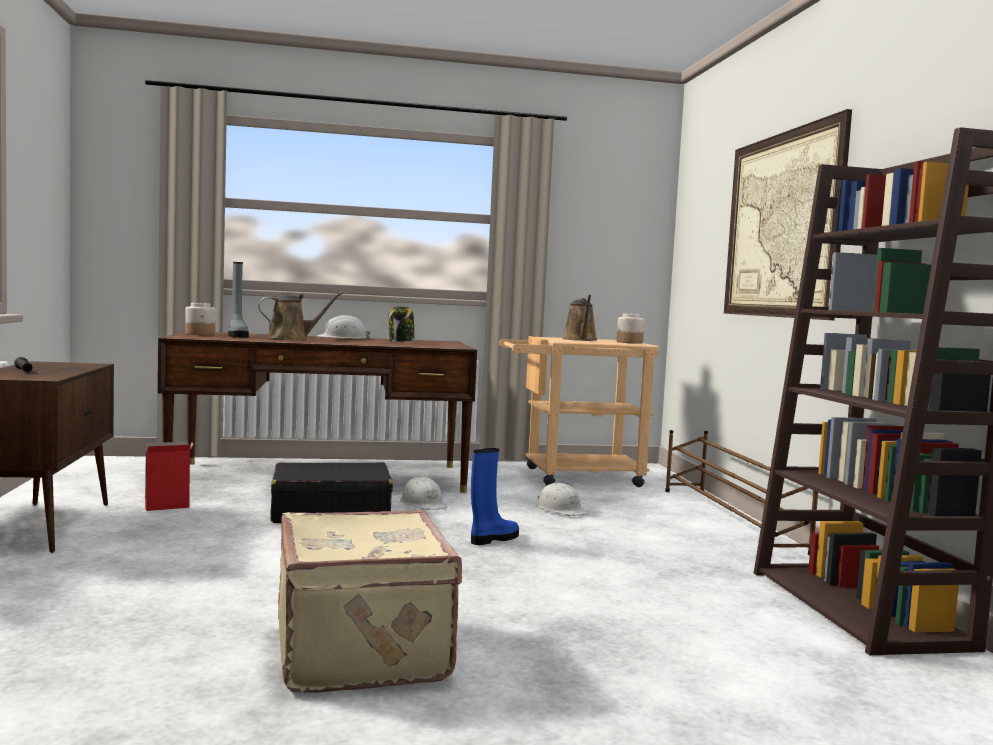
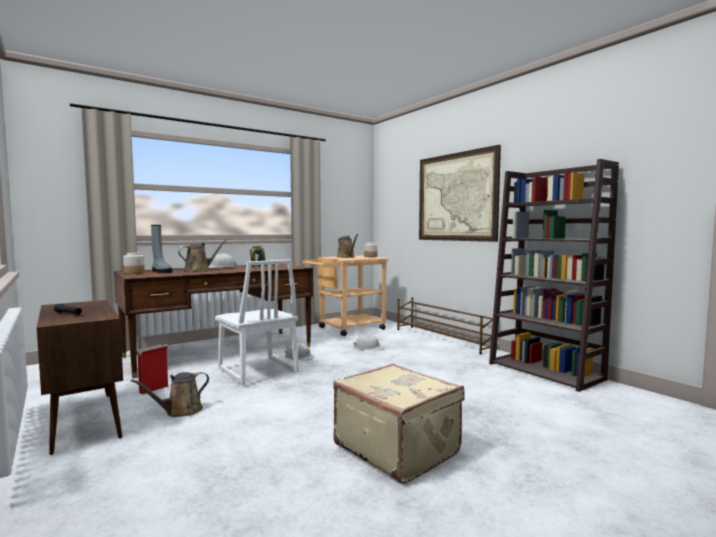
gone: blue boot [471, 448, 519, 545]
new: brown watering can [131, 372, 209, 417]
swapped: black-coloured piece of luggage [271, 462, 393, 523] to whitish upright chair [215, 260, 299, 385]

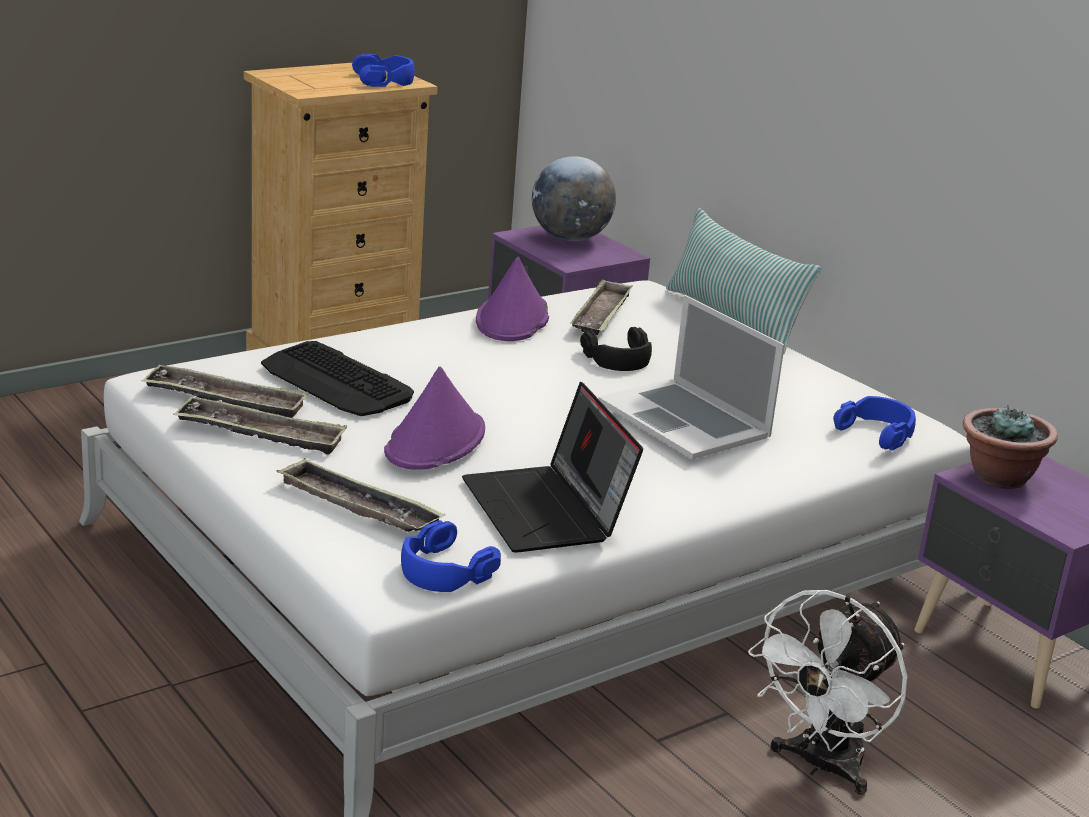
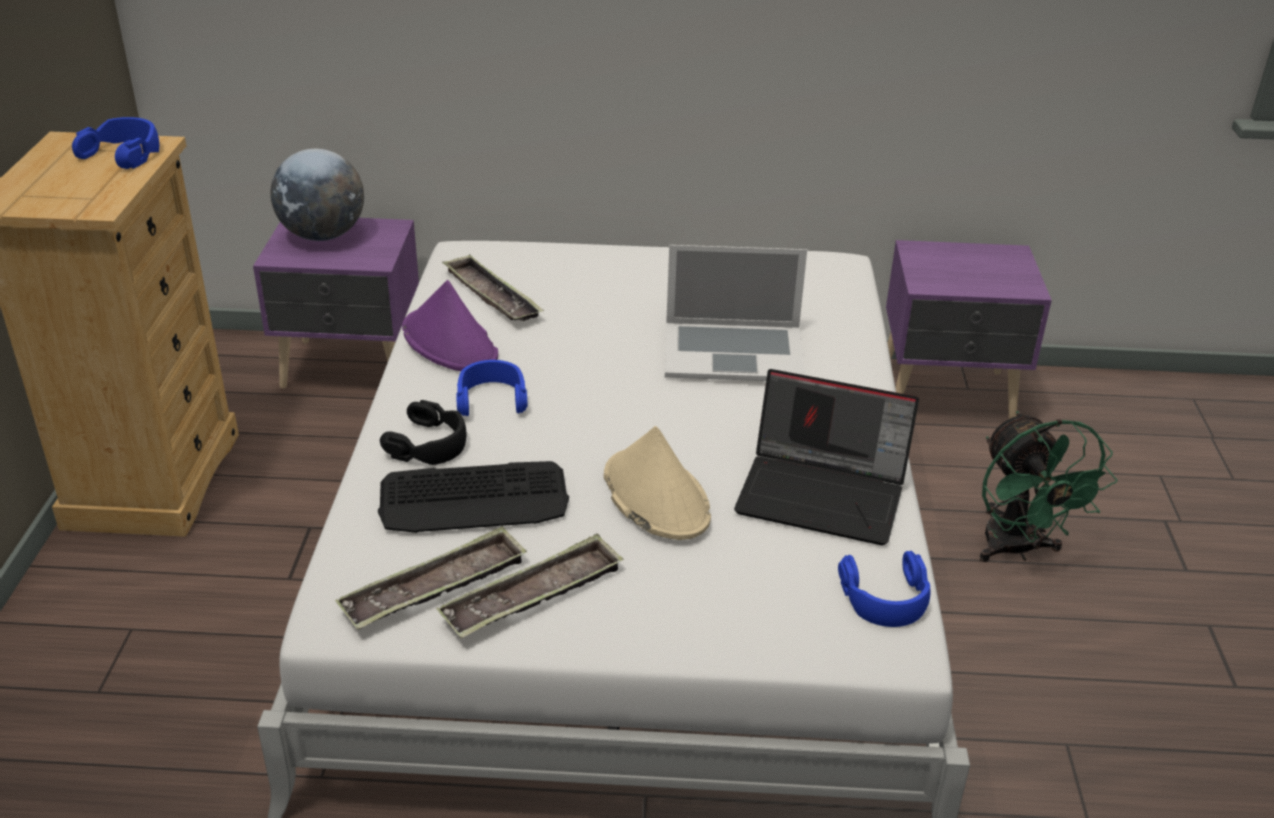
gone: cushion [666, 208, 822, 354]; houseplant [963, 405, 1058, 489]; tray [276, 458, 445, 532]
shifted: black-coloured headset [580, 327, 652, 371] to [380, 400, 466, 465]; blue headset [833, 396, 916, 450] to [456, 360, 528, 416]
repainted: purplish wearable hat [384, 367, 485, 470] to sand-coloured wearable hat [604, 426, 711, 540]; whitish electric fan [748, 590, 907, 795] to green-coloured electric fan [979, 411, 1118, 562]

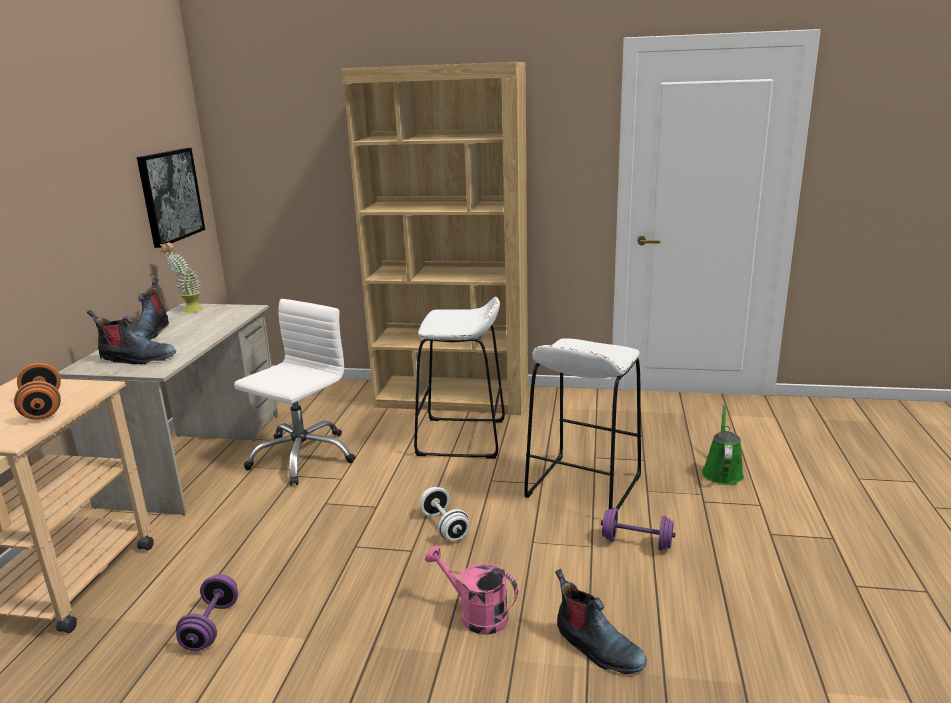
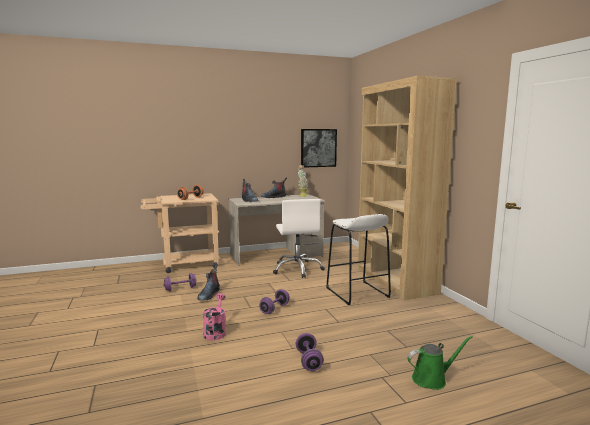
gone: whitish stool seat [524, 338, 641, 510]
shifted: boot [555, 569, 647, 675] to [197, 265, 220, 301]
repainted: whitish hand weight [420, 487, 469, 541] to purplish hand weight [259, 289, 290, 314]
rotated: whitish computer chair [234, 299, 355, 485] = [273, 199, 325, 278] 75 degrees clockwise

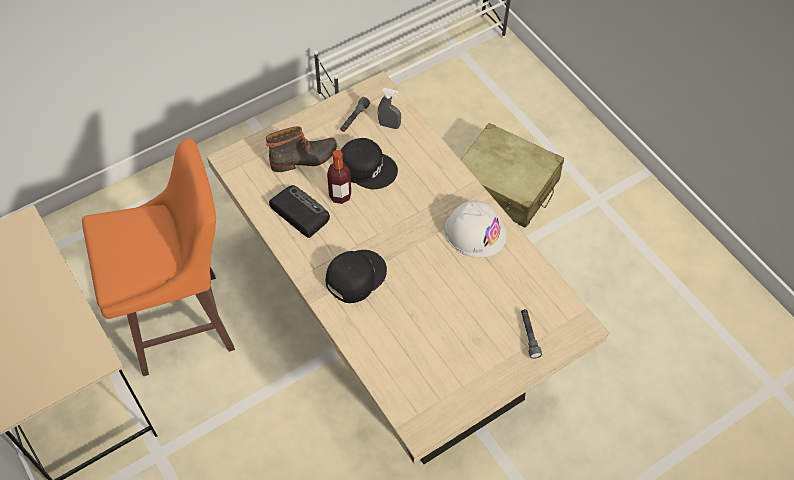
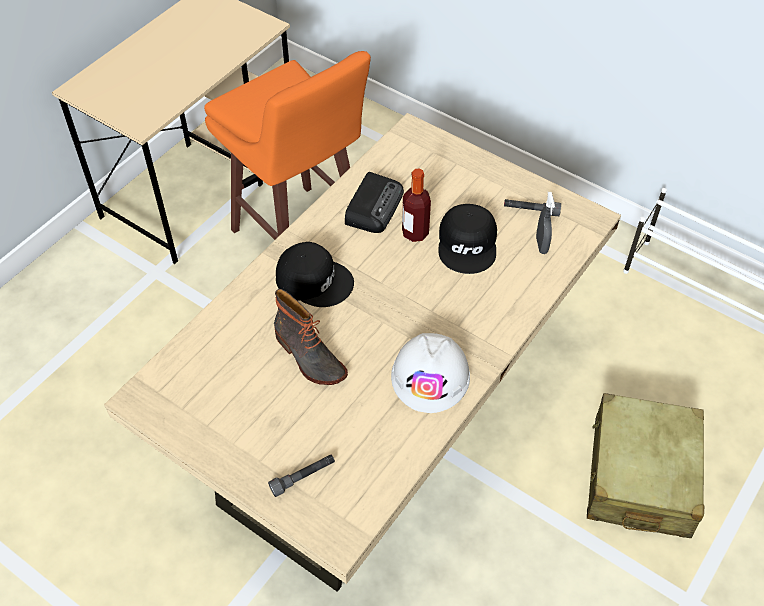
shifted: boot [266, 126, 337, 172] to [274, 289, 348, 385]

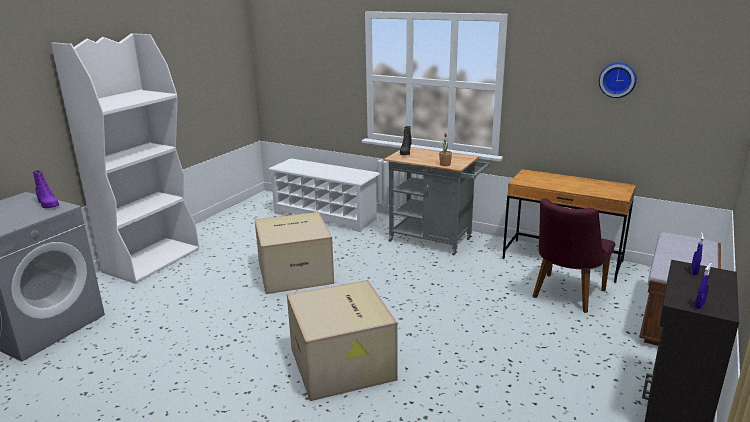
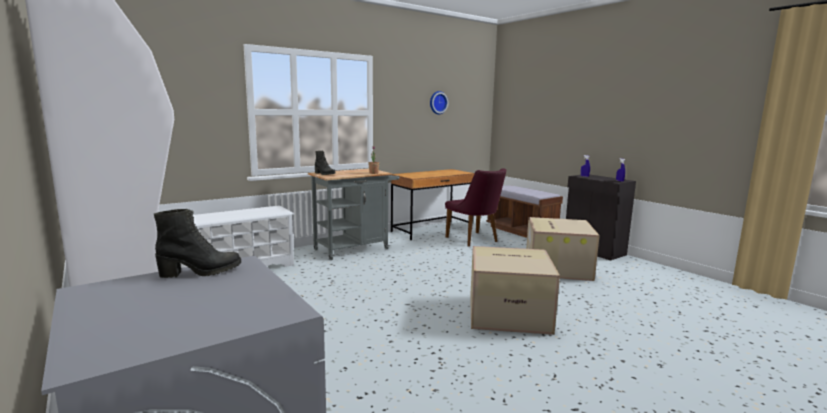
shifted: carton [255, 212, 334, 294] to [526, 217, 600, 281]
repainted: purplish boot [33, 171, 59, 208] to black-coloured boot [154, 209, 241, 278]

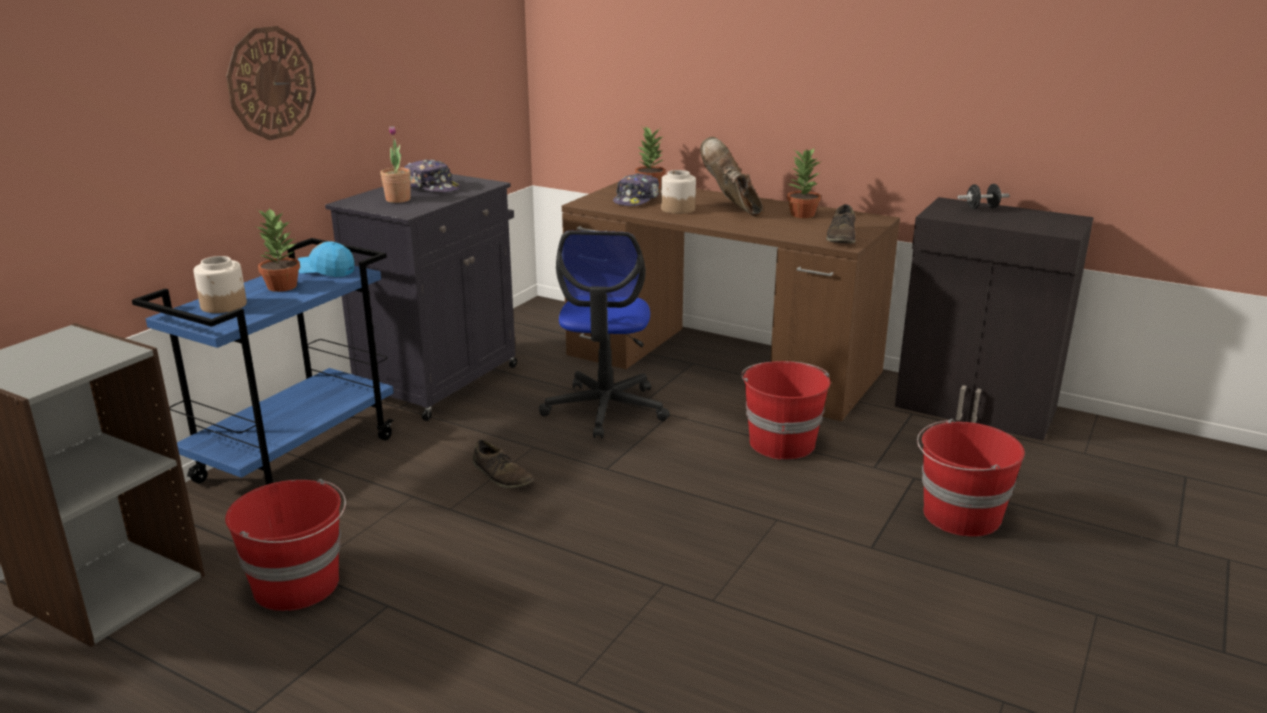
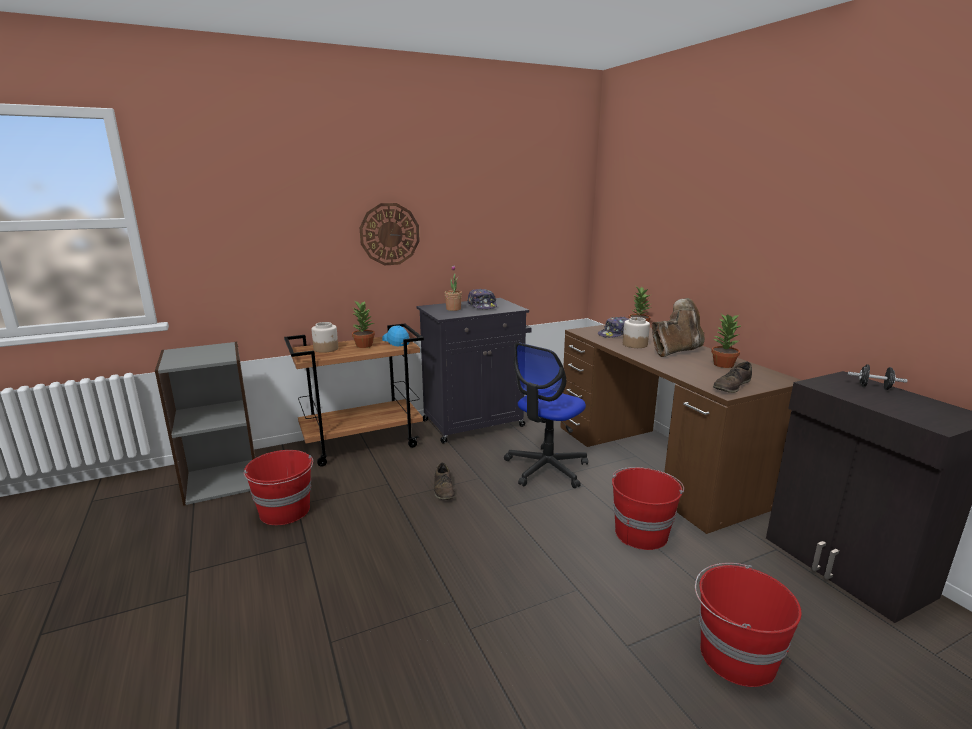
repainted: blue cart [132, 238, 394, 485] to brown cart [284, 323, 424, 467]
rotated: brown boot [700, 137, 763, 217] = [652, 298, 705, 357] 45 degrees clockwise

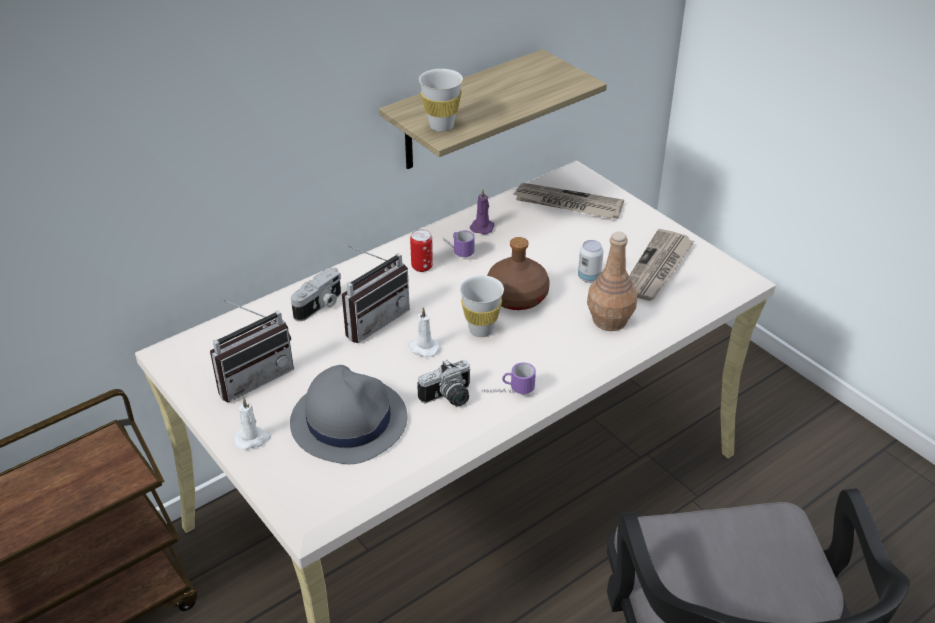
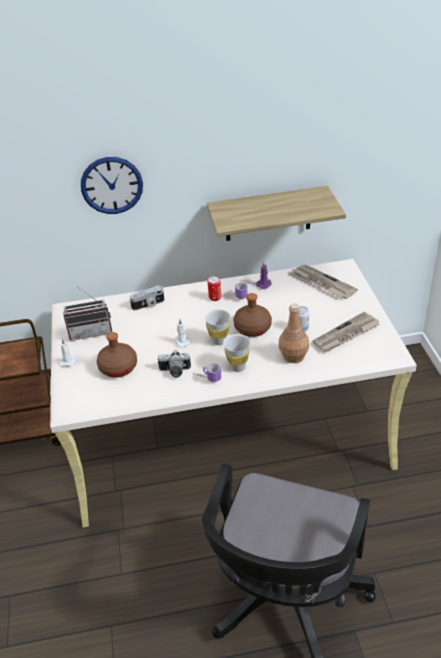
gone: radio receiver [342, 245, 410, 343]
new: hanging clock [81, 157, 143, 214]
shifted: whitish cup [419, 69, 463, 132] to [223, 334, 250, 372]
swapped: gray wearable hat [290, 365, 407, 464] to brown drink bottle [97, 332, 137, 378]

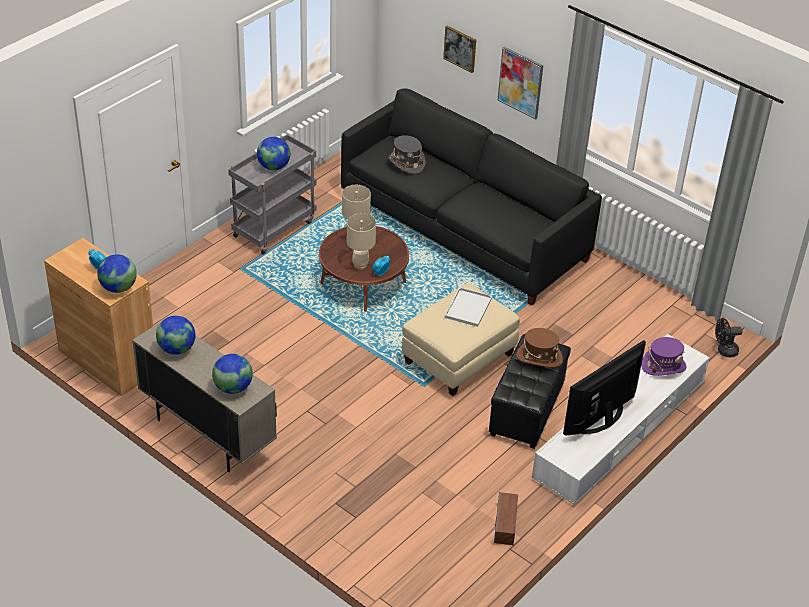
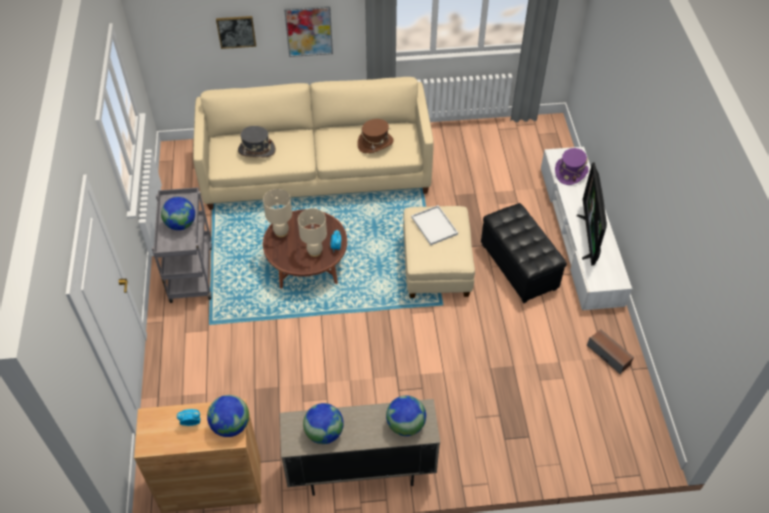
gone: black-coloured electric fan [715, 318, 742, 357]
shifted: brown wearable hat [516, 328, 563, 368] to [357, 119, 394, 153]
repainted: black-coloured sofa [341, 89, 602, 306] to sand-coloured sofa [193, 77, 434, 210]

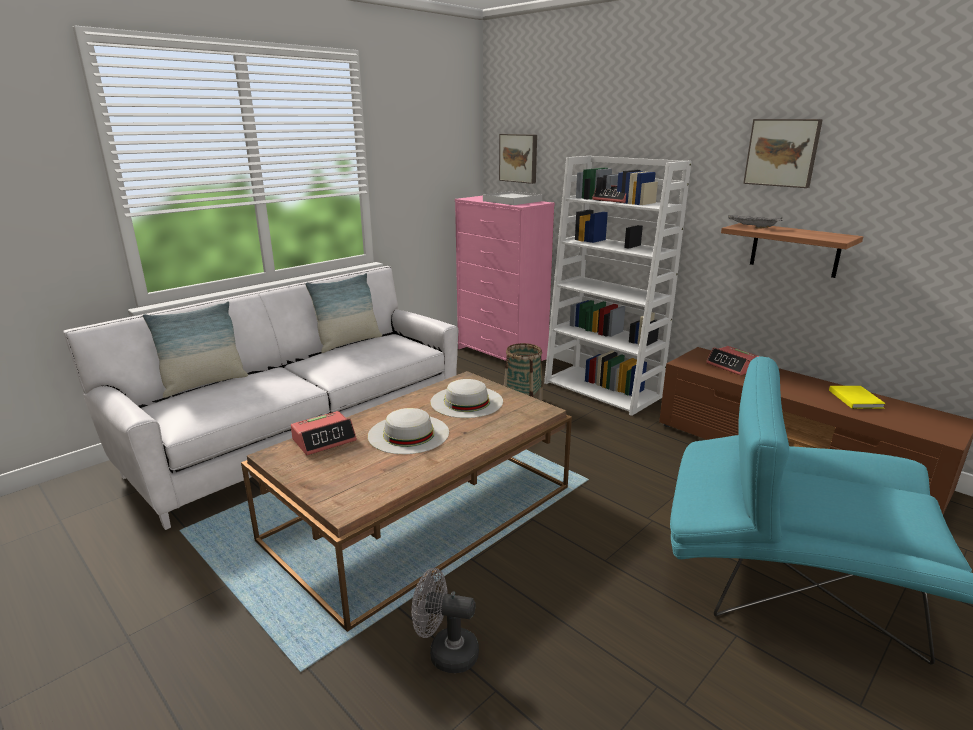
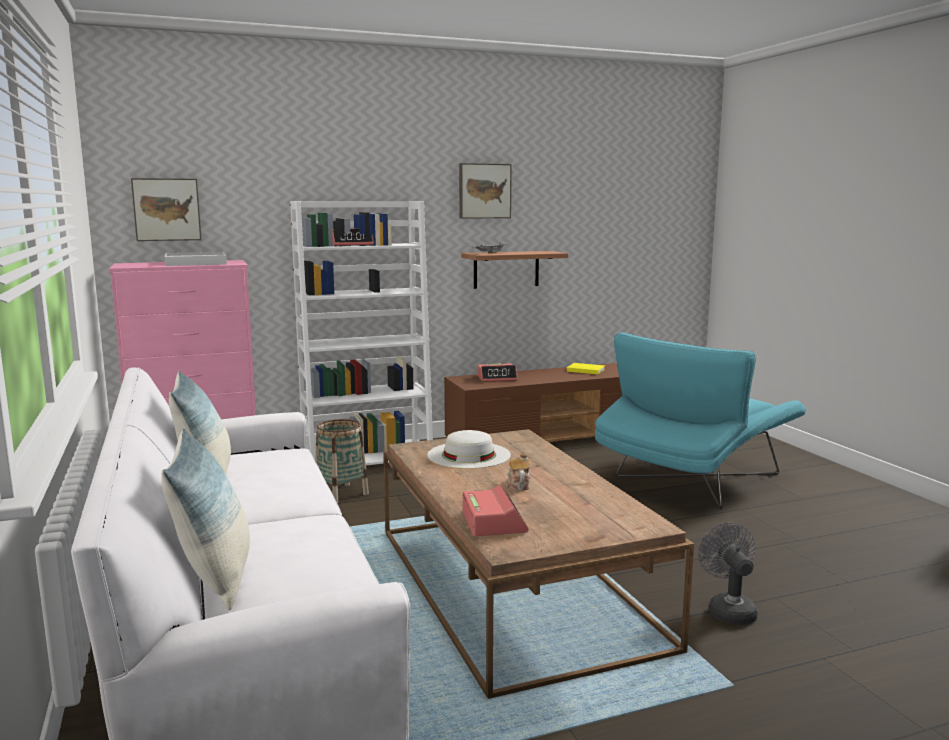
swapped: whitish wearable hat [368, 408, 449, 454] to tea pot [506, 452, 530, 491]
rotated: gray electric fan [411, 568, 479, 673] = [698, 522, 758, 625] 135 degrees clockwise

